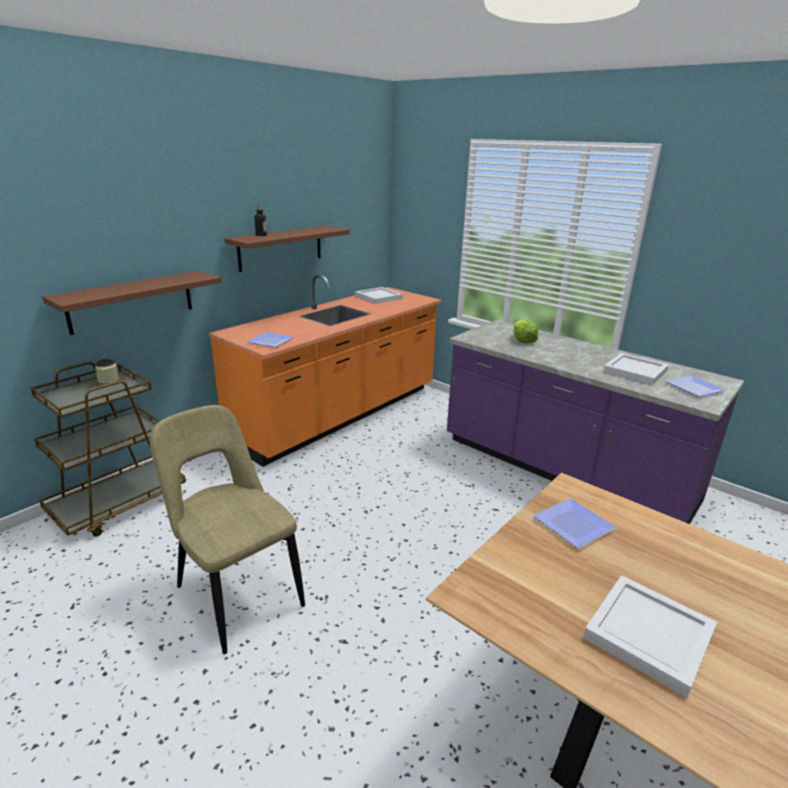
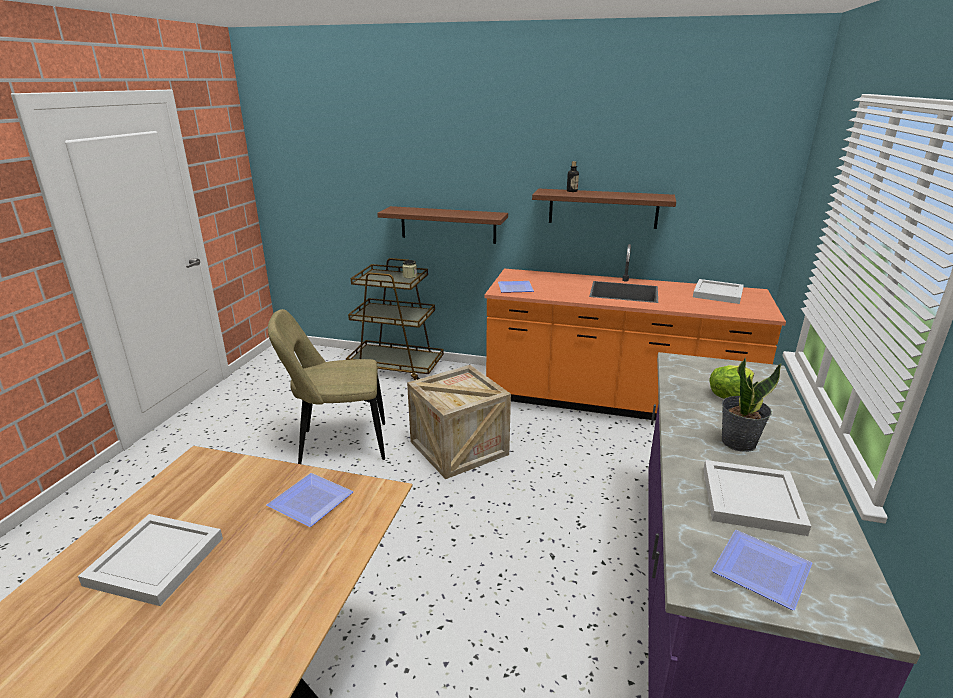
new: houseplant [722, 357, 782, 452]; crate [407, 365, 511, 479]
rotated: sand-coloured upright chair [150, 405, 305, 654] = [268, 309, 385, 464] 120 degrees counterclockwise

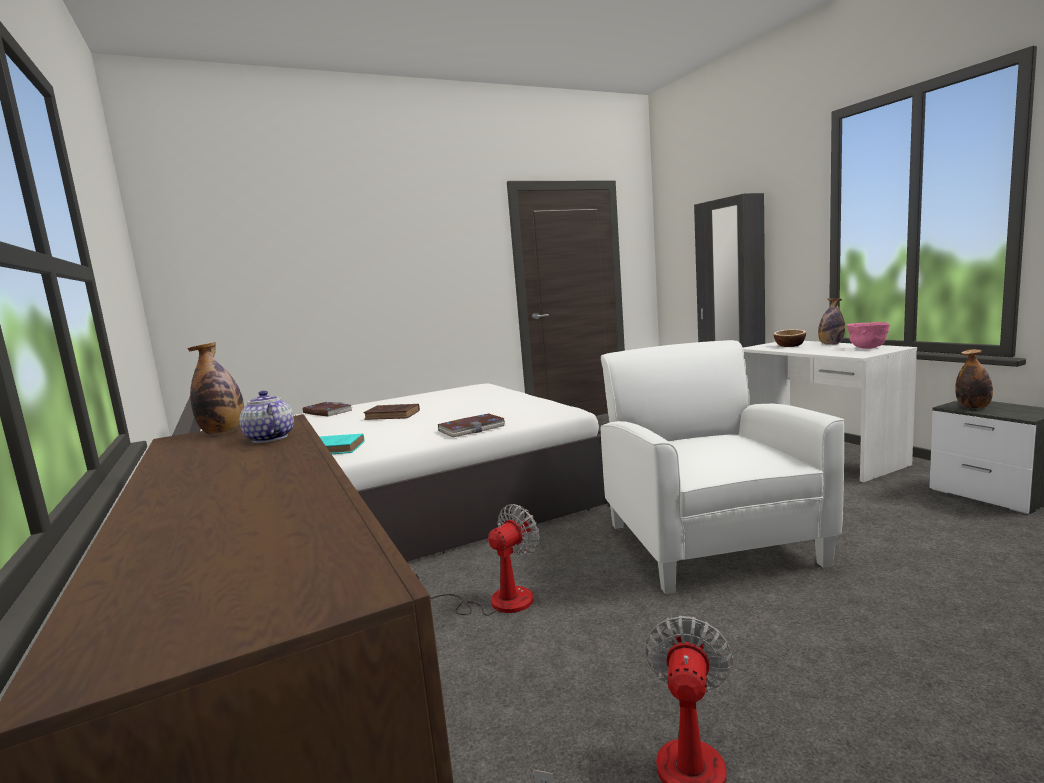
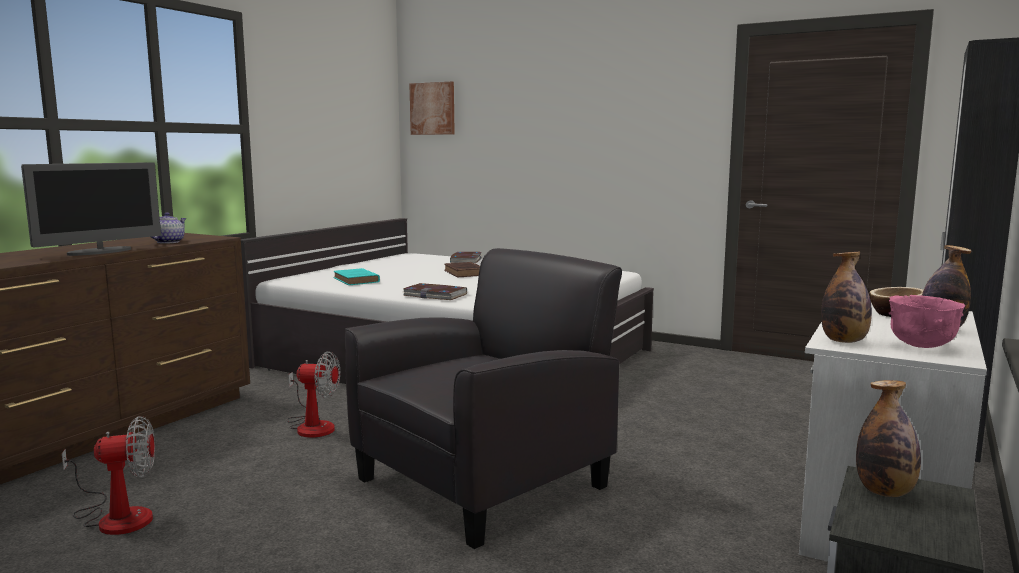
new: wall art [409, 81, 455, 135]; computer screen [21, 162, 161, 256]
shifted: drink bottle [188, 342, 244, 435] to [821, 252, 872, 343]
repainted: whitish armchair [601, 340, 844, 594] to black-coloured armchair [345, 248, 622, 549]

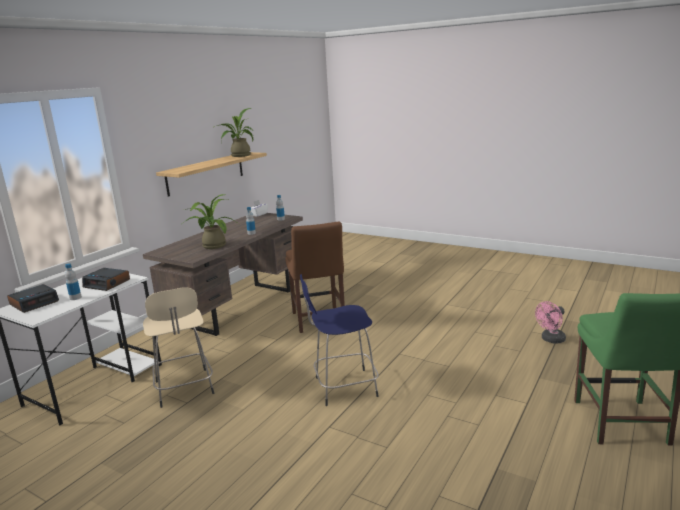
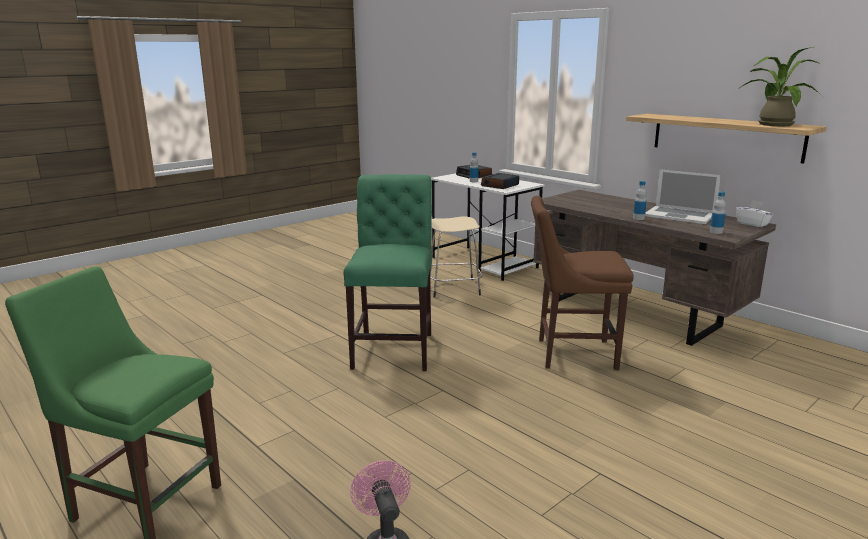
gone: houseplant [183, 194, 239, 249]
new: portable computer [645, 169, 721, 224]
swapped: blue stool seat [300, 274, 379, 406] to green-coloured upright chair [344, 174, 432, 371]

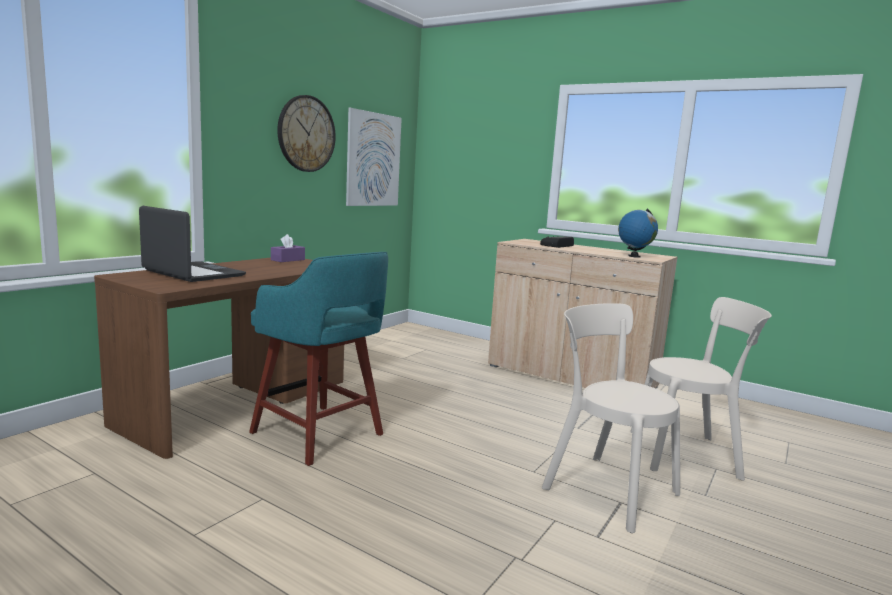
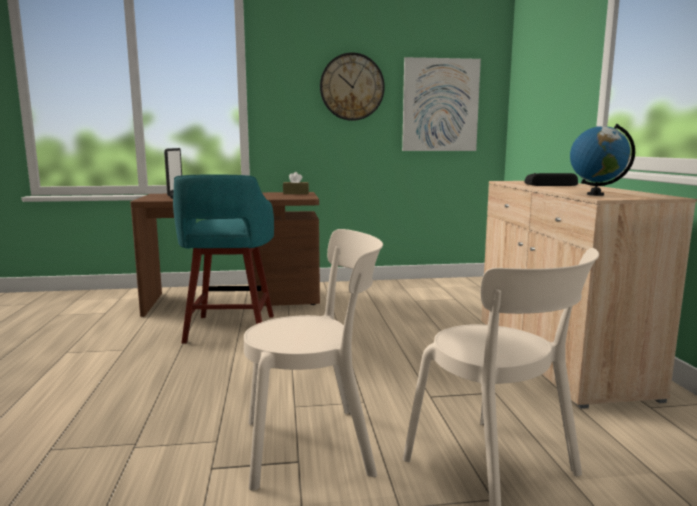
repainted: purplish tissue box [271, 234, 305, 262] to brown tissue box [283, 172, 309, 194]
rotated: sand-coloured upright chair [542, 303, 680, 533] = [244, 229, 383, 490] 75 degrees clockwise

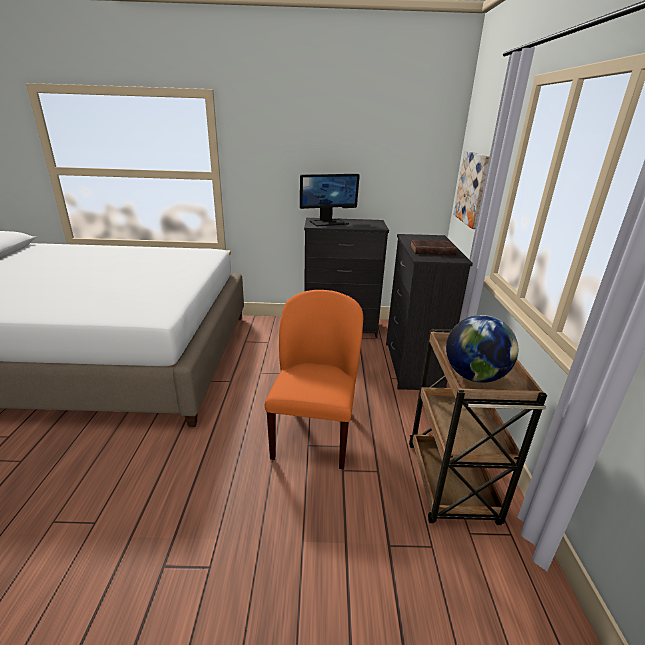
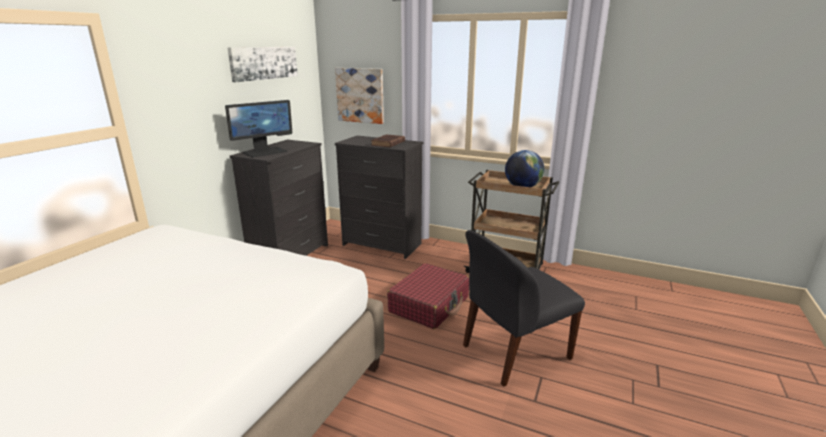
new: wall art [227, 47, 298, 82]; black-coloured upright chair [463, 230, 585, 387]
swapped: orange-coloured upright chair [265, 290, 363, 469] to reddish piece of luggage [387, 263, 469, 329]
rotated: computer screen [300, 174, 360, 226] = [225, 100, 292, 157] 45 degrees clockwise

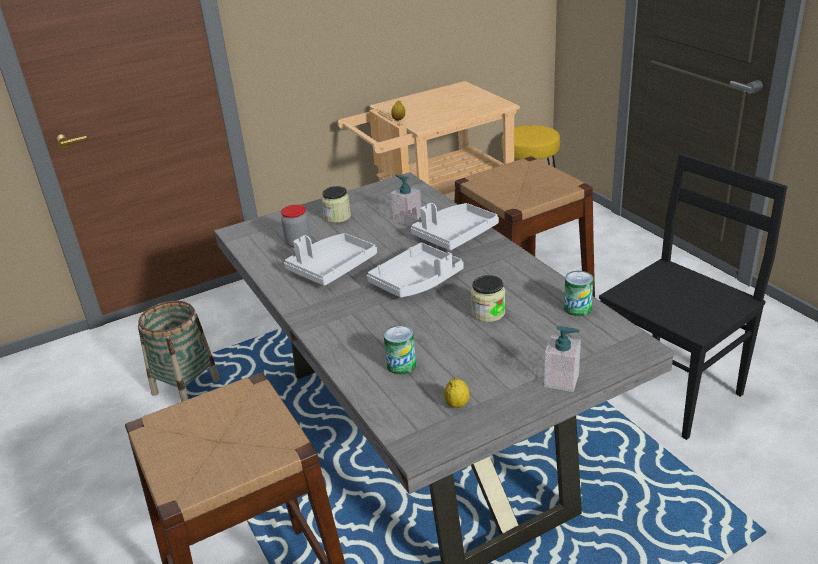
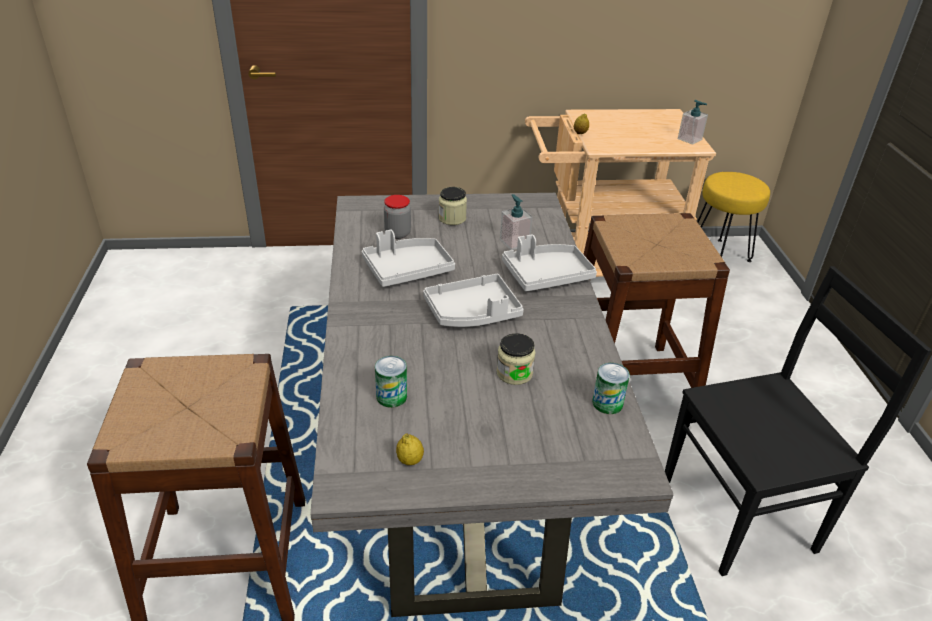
gone: storage basket [138, 301, 220, 402]
shifted: soap bottle [544, 326, 581, 392] to [678, 100, 708, 145]

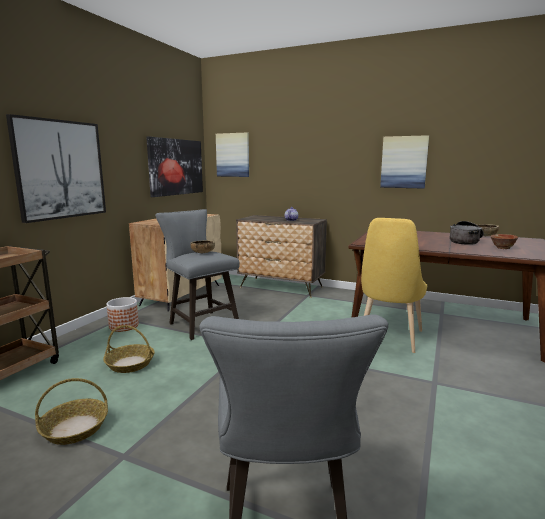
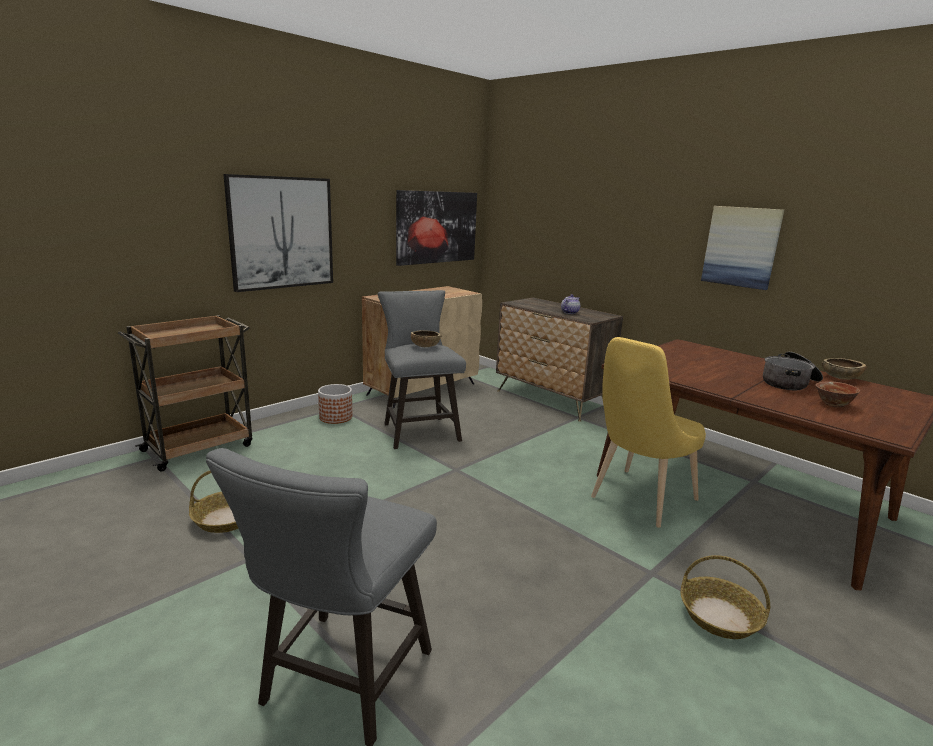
gone: wall art [216, 133, 249, 177]
shifted: storage basket [103, 325, 155, 373] to [681, 555, 770, 639]

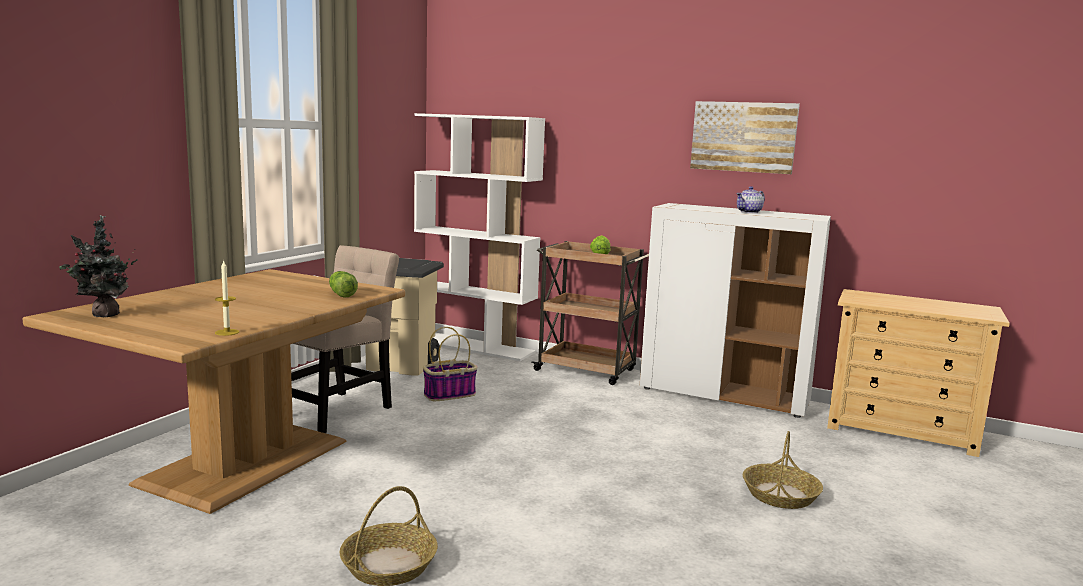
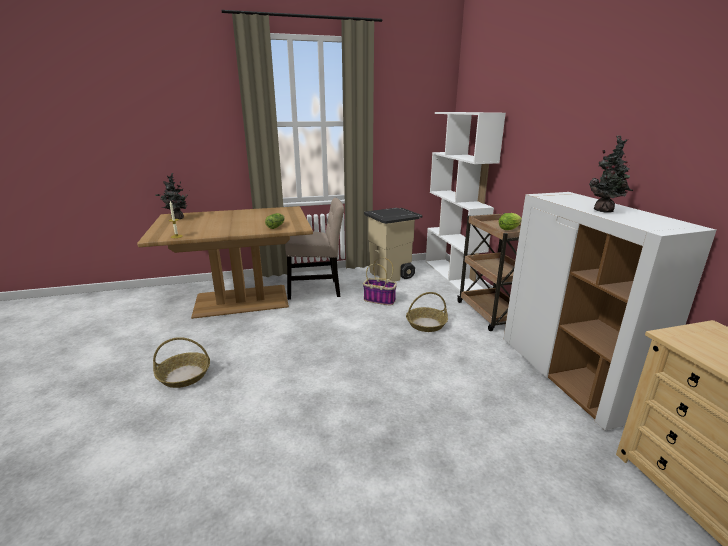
gone: wall art [690, 101, 800, 174]
shifted: storage basket [743, 431, 823, 509] to [406, 292, 448, 332]
swapped: tea pot [736, 186, 765, 213] to houseplant [589, 135, 633, 213]

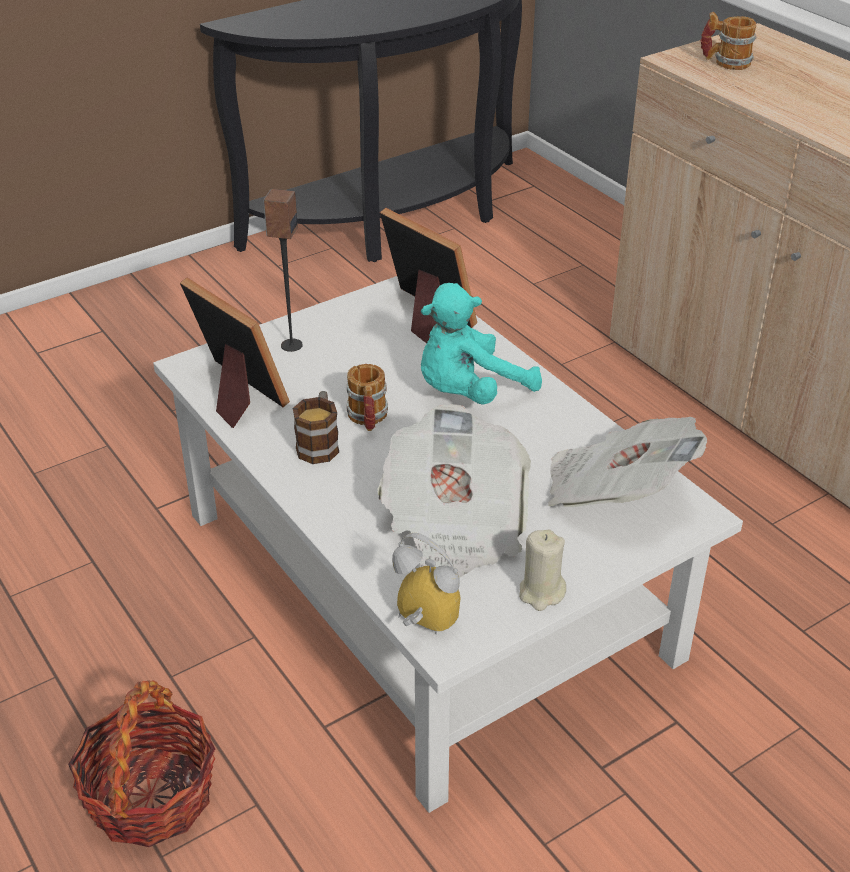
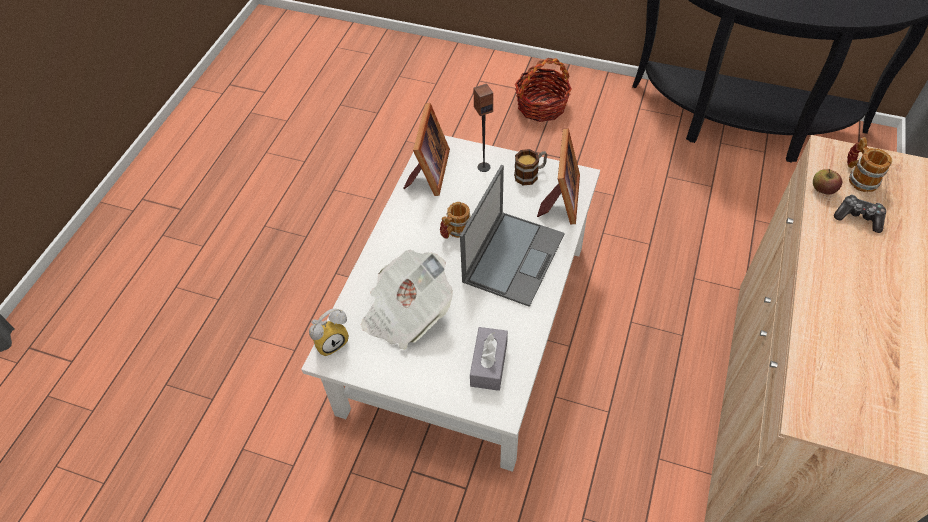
gone: sand-coloured wax candle [519, 529, 566, 611]
new: whole apple [813, 169, 842, 195]; joypad [834, 195, 886, 233]
shifted: coffee mug [292, 391, 339, 464] to [514, 149, 547, 185]; storage basket [68, 680, 215, 847] to [515, 58, 572, 122]
swapped: turquoise plush toy [421, 283, 542, 405] to portable computer [460, 165, 565, 307]; newspaper [548, 417, 707, 507] to gray tissue box [470, 327, 508, 391]
rotated: bedside clock [392, 533, 460, 635] = [309, 309, 349, 356] 60 degrees clockwise

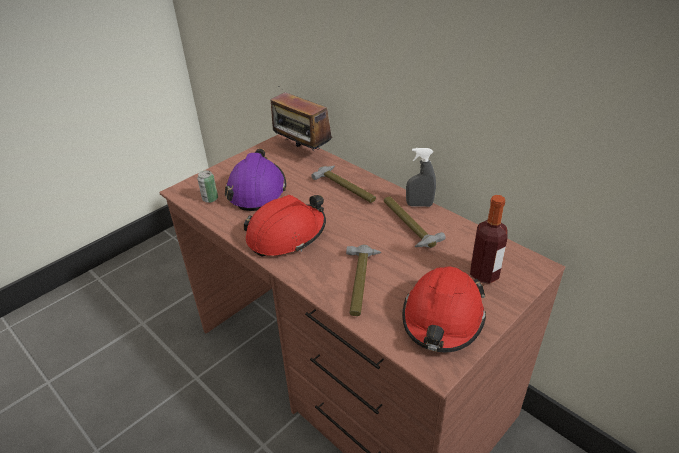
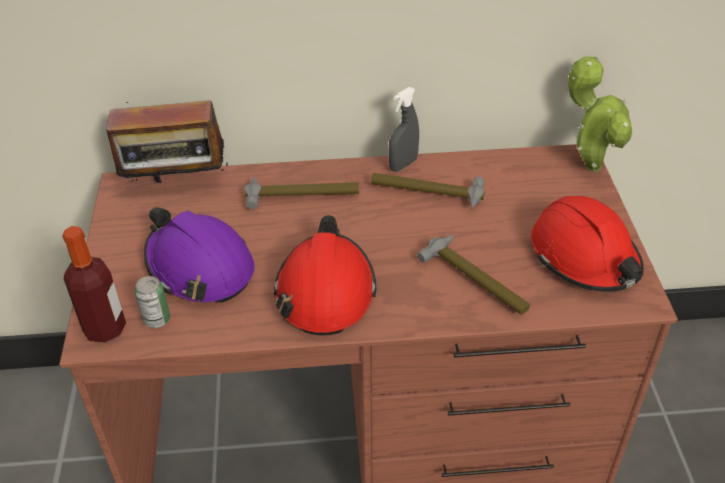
new: houseplant [568, 56, 632, 172]
shifted: drink bottle [470, 195, 508, 284] to [62, 226, 126, 343]

